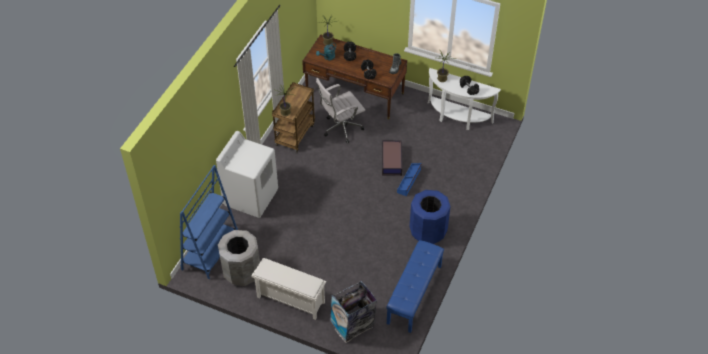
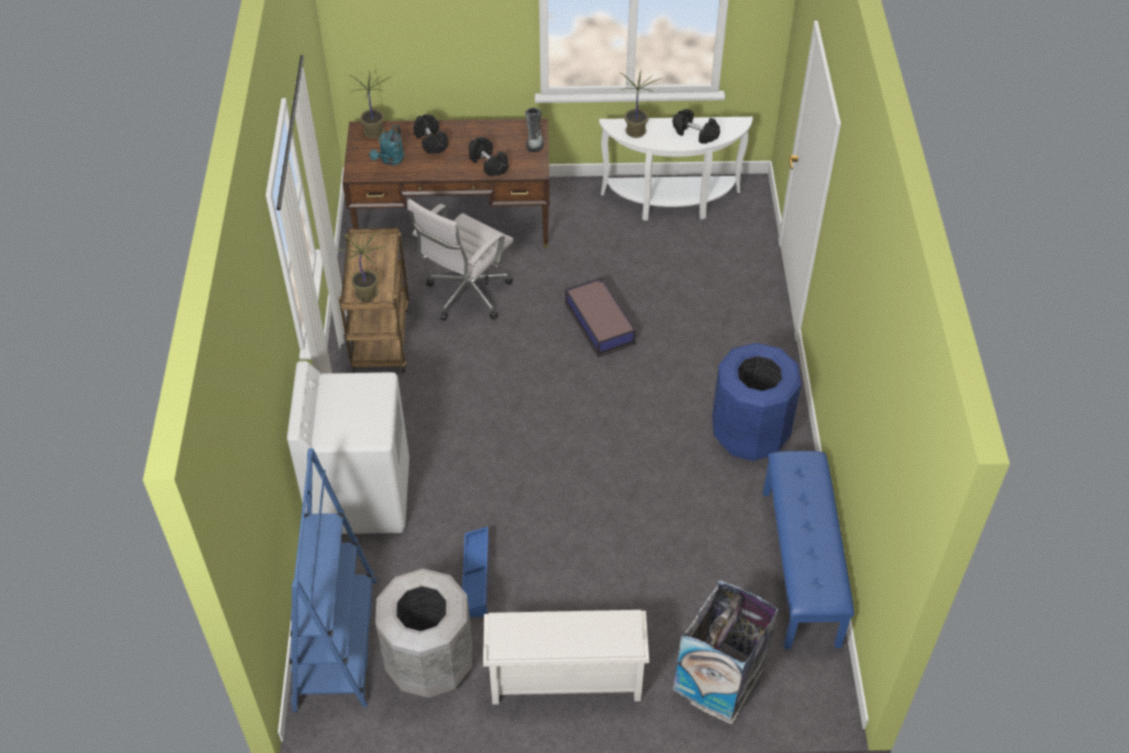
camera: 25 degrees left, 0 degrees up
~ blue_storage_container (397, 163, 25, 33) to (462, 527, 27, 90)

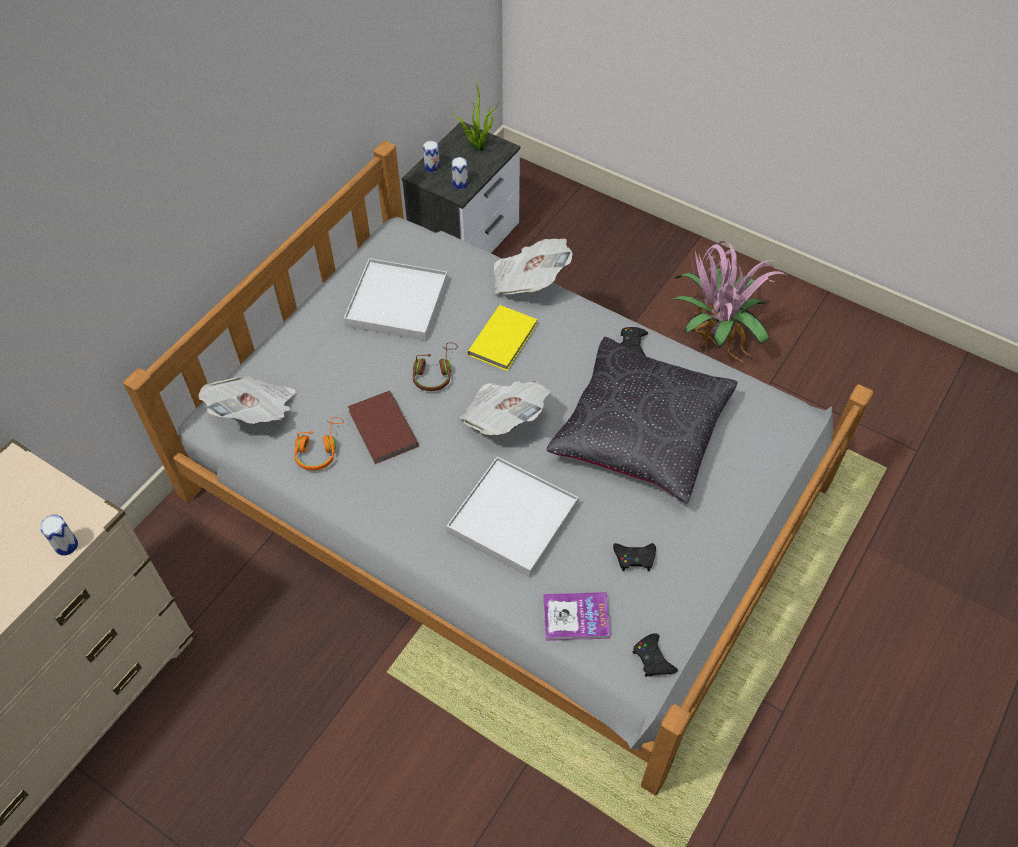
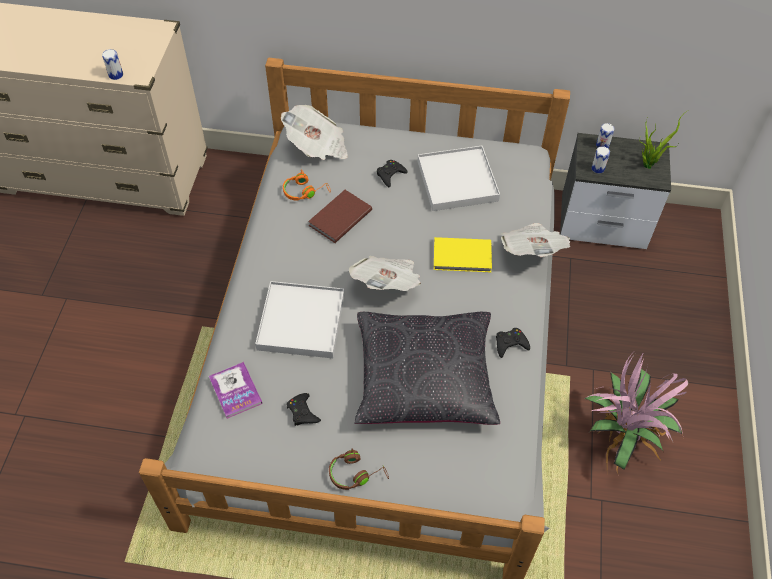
camera: 65 degrees right, 0 degrees up
~ brown-coloured_headset (413, 343, 45, 48) to (329, 449, 60, 41)
~ black_joypad (633, 633, 45, 44) to (377, 160, 31, 27)

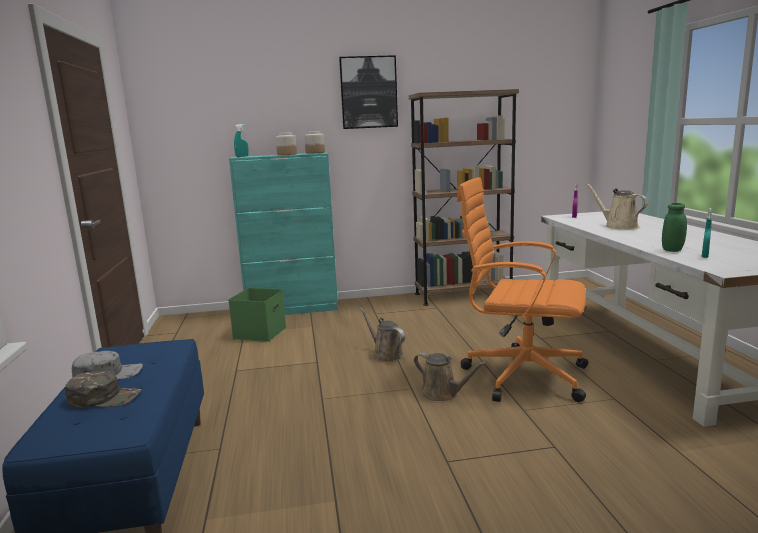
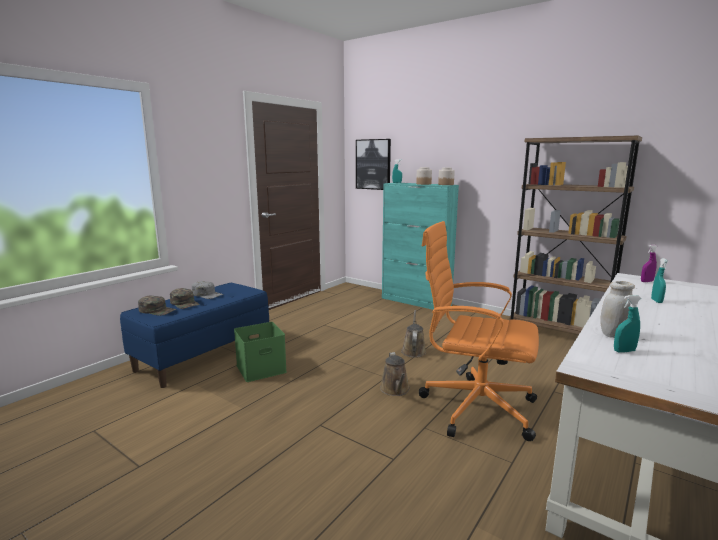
camera: 45 degrees right, 0 degrees up
~ wall_picture (339, 55, 59, 74) to (356, 139, 35, 51)
~ orangey_office_chair (457, 177, 131, 225) = (419, 221, 120, 220) 45 degrees counterclockwise
~ beige_watering_can (586, 183, 62, 46) to blue-green_spray_bottle (651, 258, 17, 45)
~ green_storage_jar (662, 203, 25, 49) to white-coloured_storage_jar (600, 281, 35, 57)
~ green_storage_container (228, 288, 58, 54) to (234, 322, 53, 60)
+ green_peaked_cap (138, 296, 38, 20)

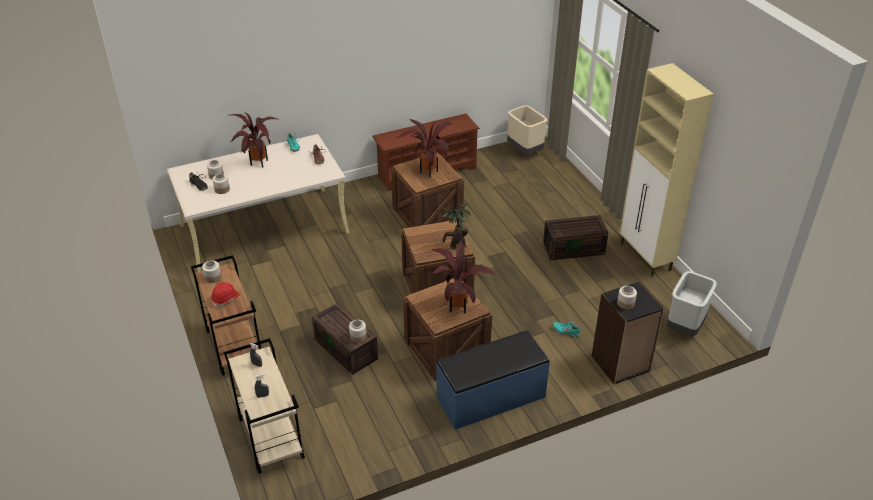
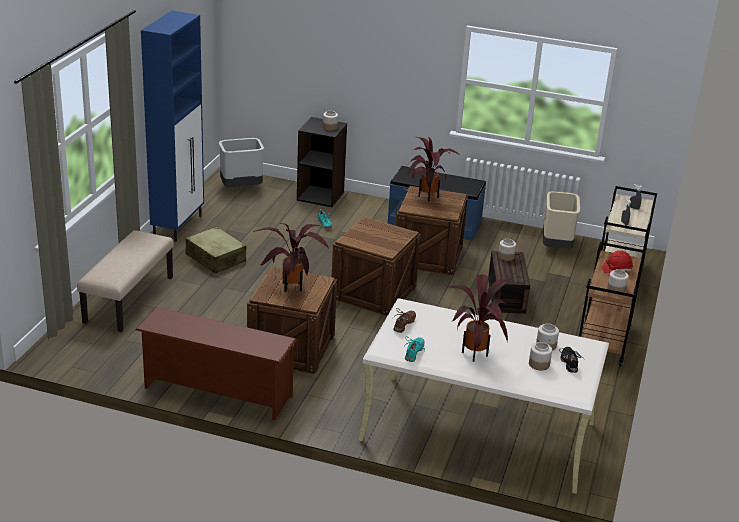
camera: 140 degrees left, 10 degrees down
~ beige_cabinet (620, 63, 94, 214) to blue_cabinet (141, 11, 63, 231)
~ beige_waste_bin (507, 105, 40, 50) to (543, 191, 37, 58)
- potted_plant (437, 202, 34, 47)
~ brown-coloured_storage_container (543, 215, 65, 45) to beige_suitcase (185, 227, 62, 46)
+ beige_long_seat (77, 230, 97, 102)

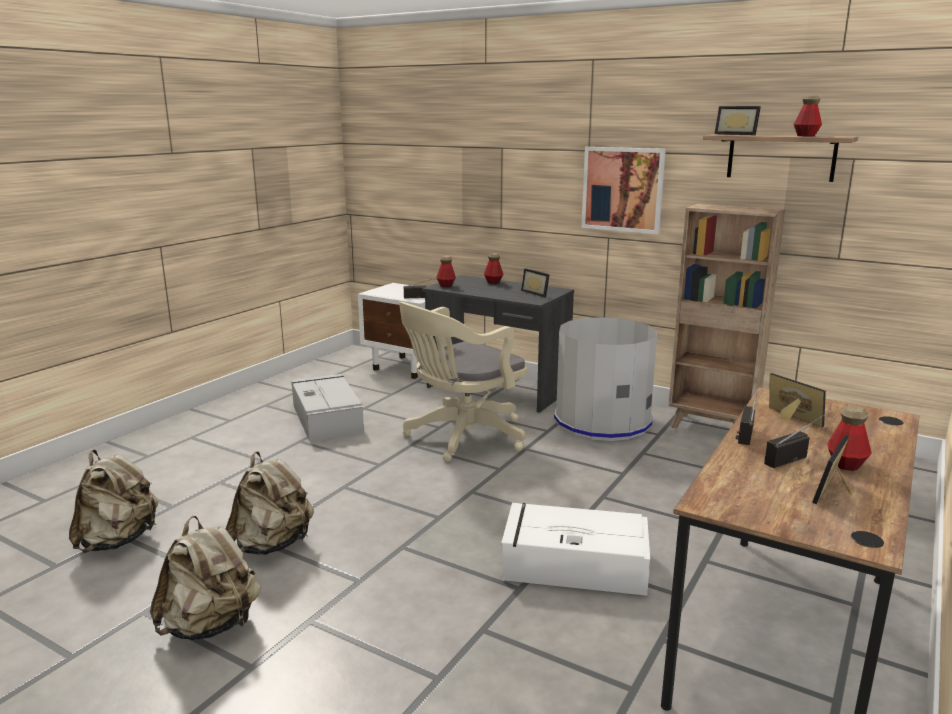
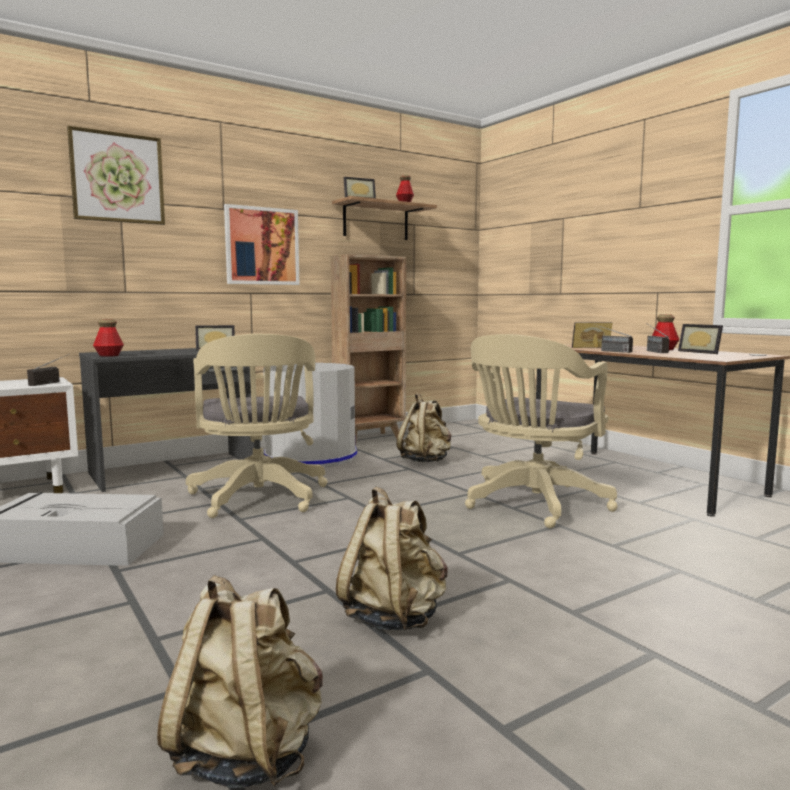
camera: 65 degrees left, 10 degrees down
- bottle (484, 253, 20, 31)
~ white-coloured_storage_container (501, 503, 149, 93) to beige_office_chair (465, 334, 153, 194)
~ beige_knapsack (150, 516, 110, 124) to (397, 393, 55, 69)
+ wall_picture (67, 126, 98, 99)

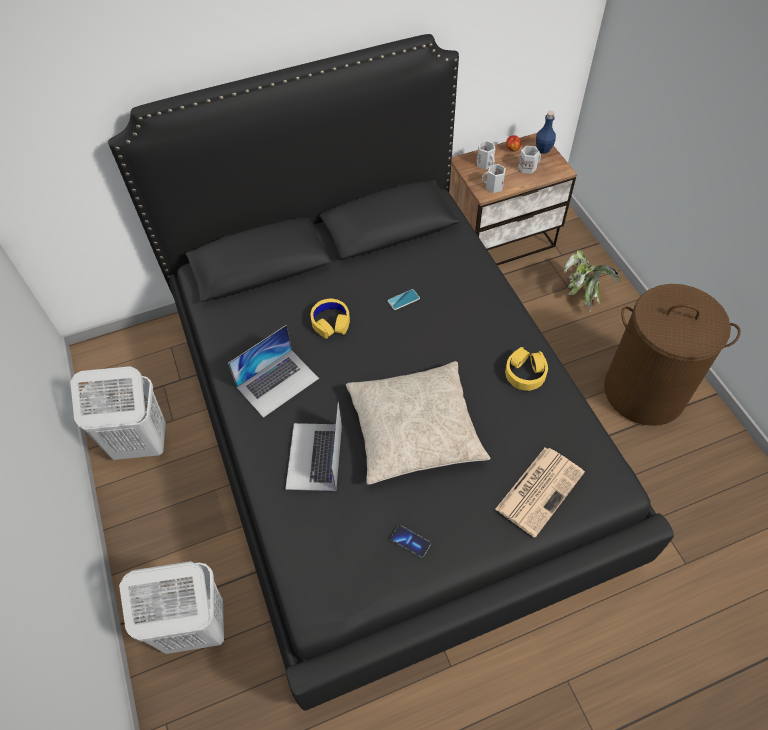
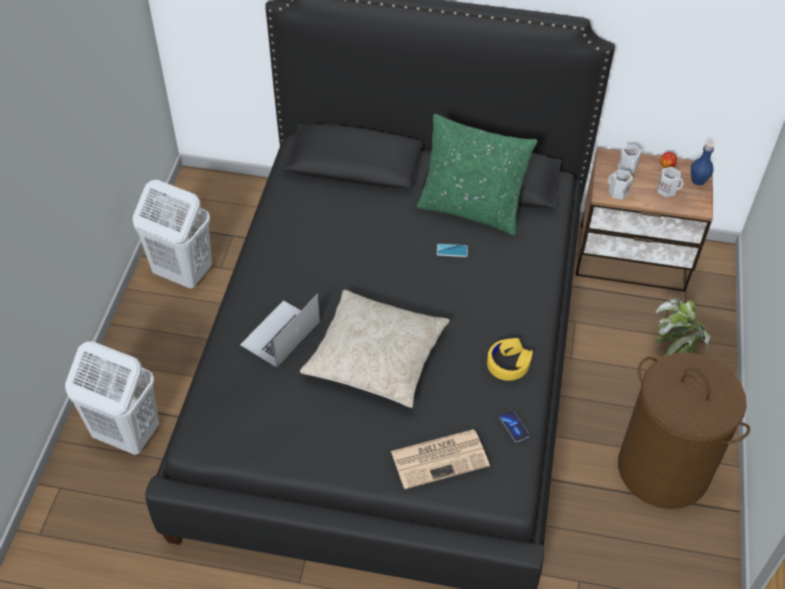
camera: 30 degrees right, 5 degrees down
- yellow_headset (310, 299, 40, 40)
- laptop (228, 325, 91, 93)
~ handset (391, 525, 40, 33) to (499, 410, 31, 32)
+ green_throw_pillow (417, 114, 120, 122)

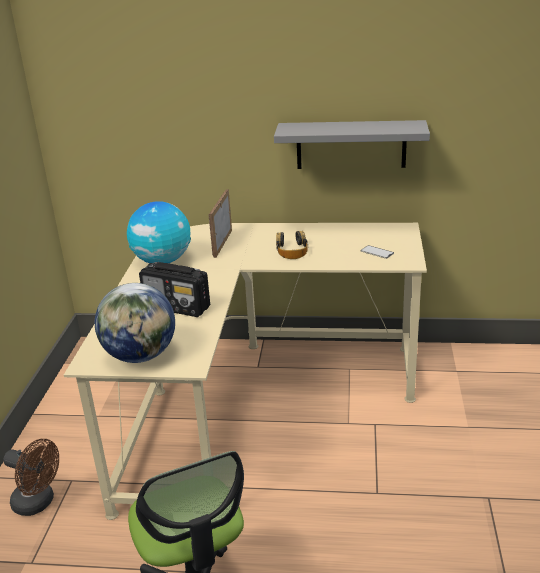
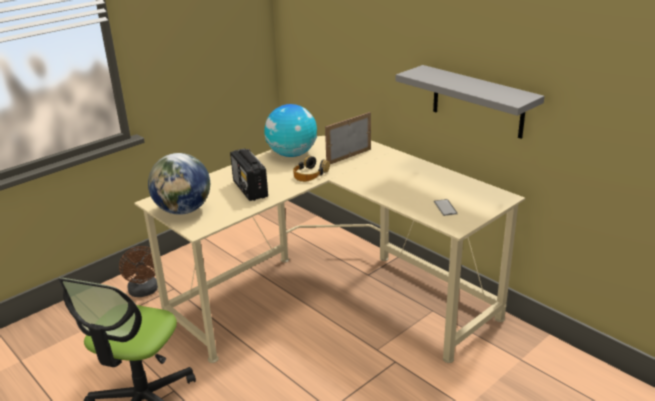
camera: 40 degrees right, 0 degrees up
~ headset (276, 231, 32, 28) to (293, 156, 37, 26)

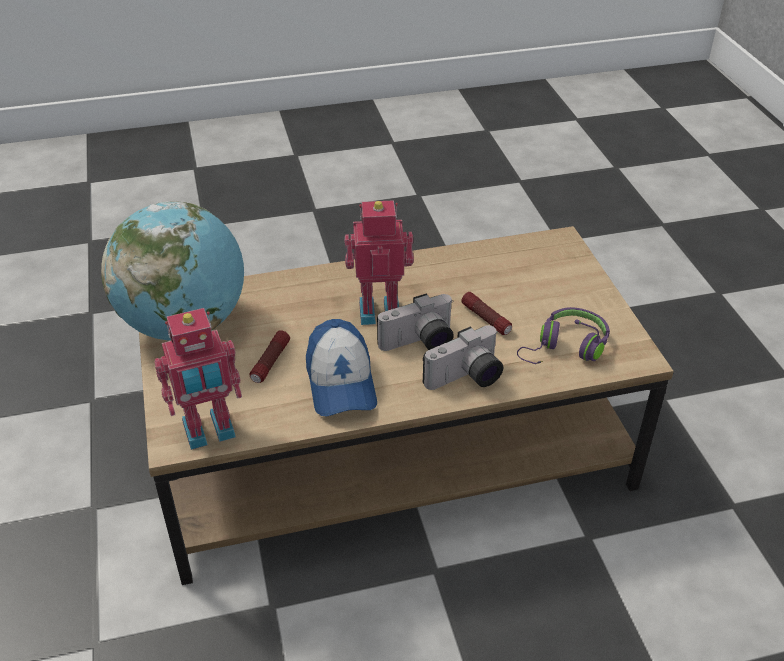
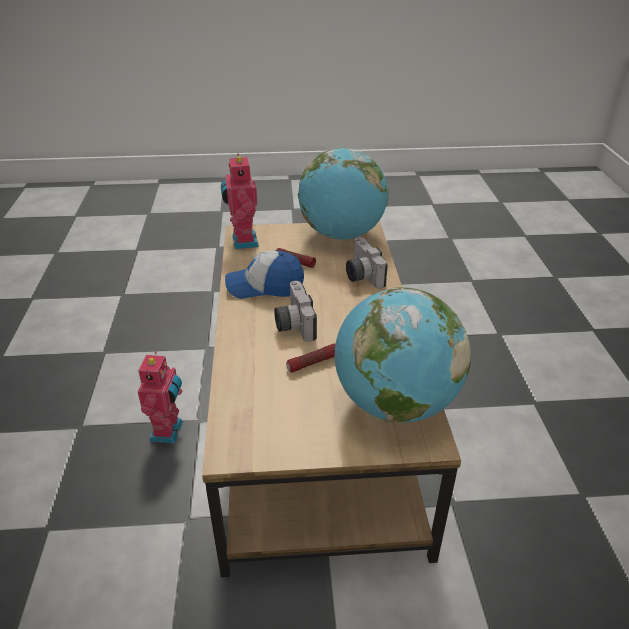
camera: 100 degrees right, 5 degrees down
~ robot_figure (344, 200, 70, 125) to (137, 351, 46, 92)
- purple_headset (517, 307, 93, 57)
~ photo_camera (423, 325, 80, 65) to (346, 237, 42, 52)
+ globe (335, 287, 136, 136)

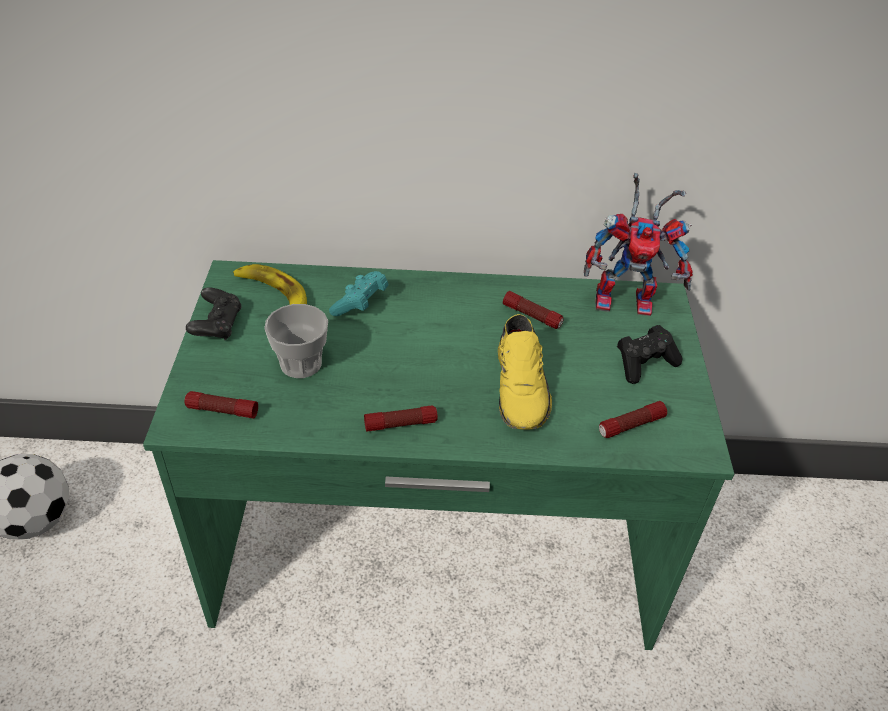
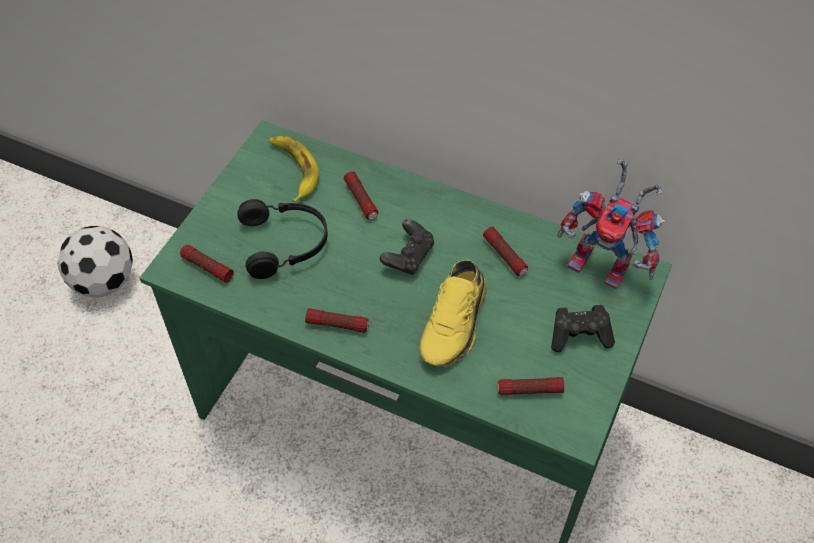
camera: 25 degrees right, 10 degrees up
~ blue-green_joypad (329, 271, 59, 45) to flashlight (344, 171, 34, 49)
~ black_joypad (186, 287, 56, 54) to (380, 219, 54, 56)
~ small_cup (264, 304, 64, 74) to black_headset (237, 199, 91, 80)

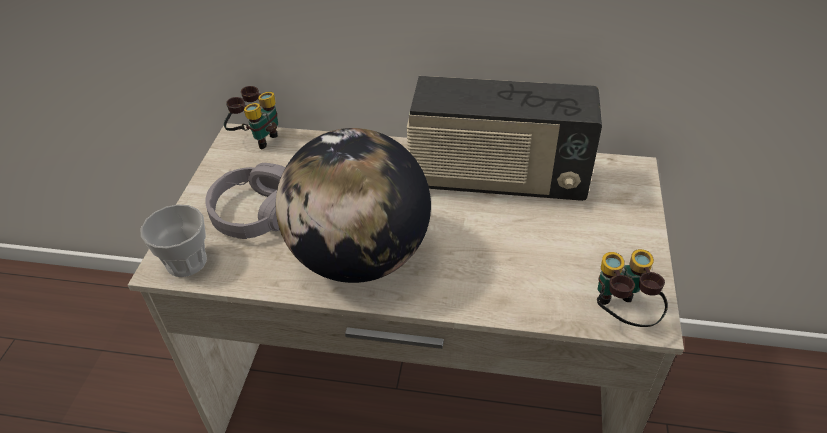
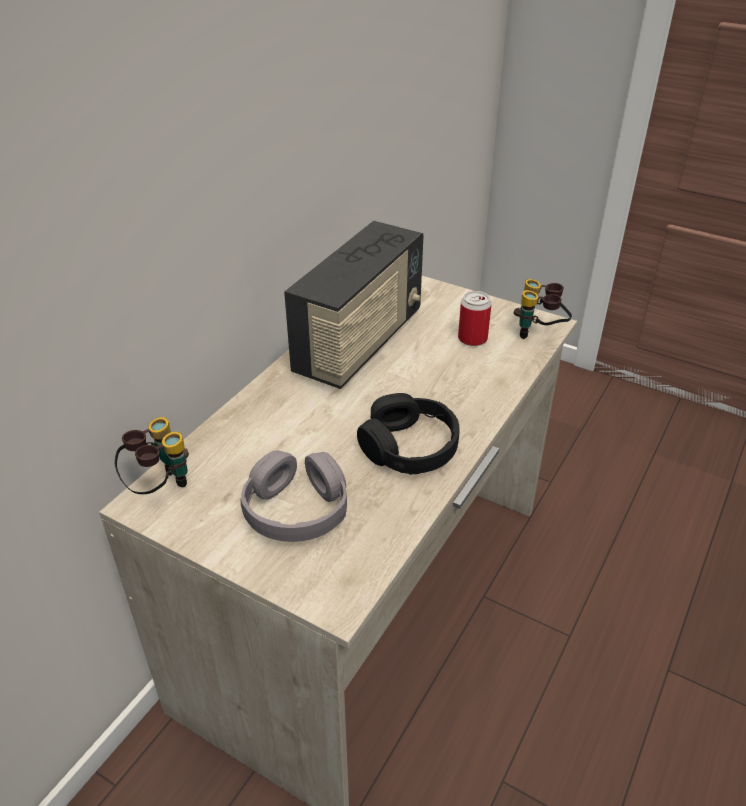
camera: 70 degrees left, 5 degrees down
~ globe (276, 128, 155, 155) to black_headset (357, 393, 102, 81)
- small_cup (141, 204, 66, 73)
+ metal_can (458, 291, 34, 55)

